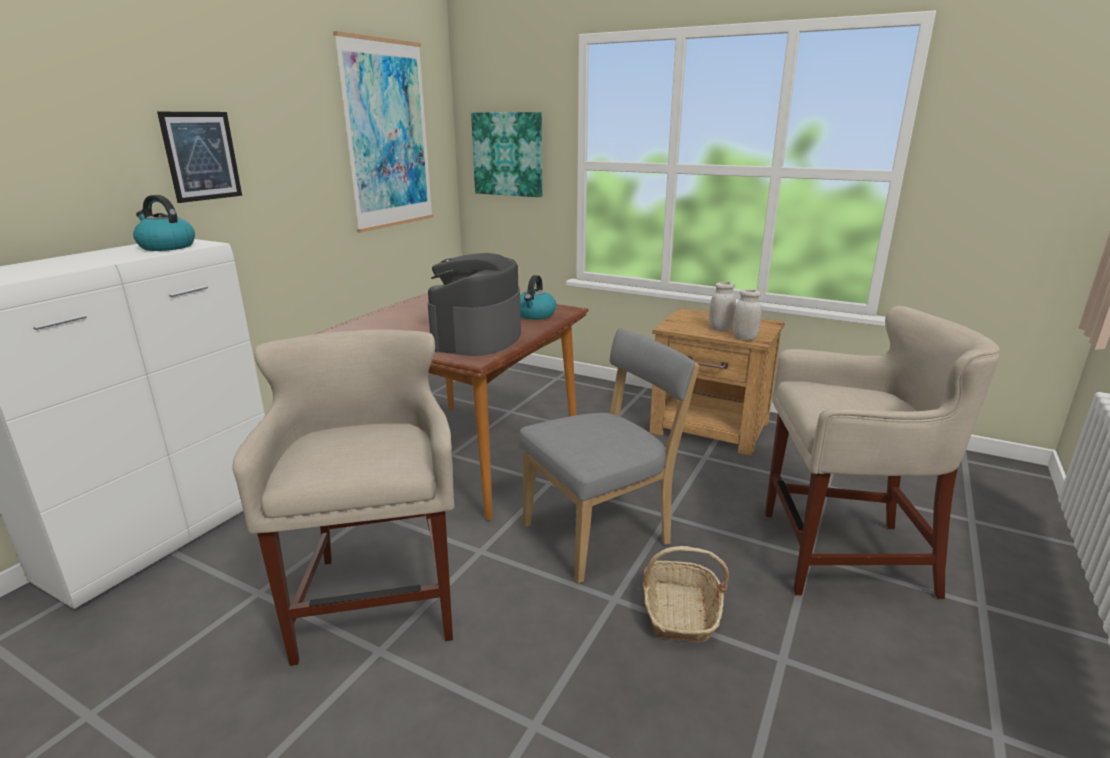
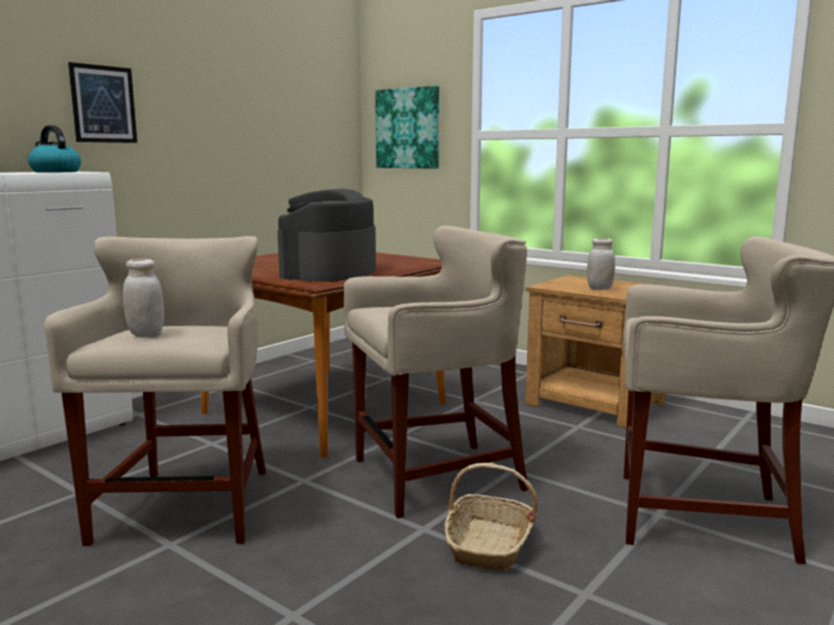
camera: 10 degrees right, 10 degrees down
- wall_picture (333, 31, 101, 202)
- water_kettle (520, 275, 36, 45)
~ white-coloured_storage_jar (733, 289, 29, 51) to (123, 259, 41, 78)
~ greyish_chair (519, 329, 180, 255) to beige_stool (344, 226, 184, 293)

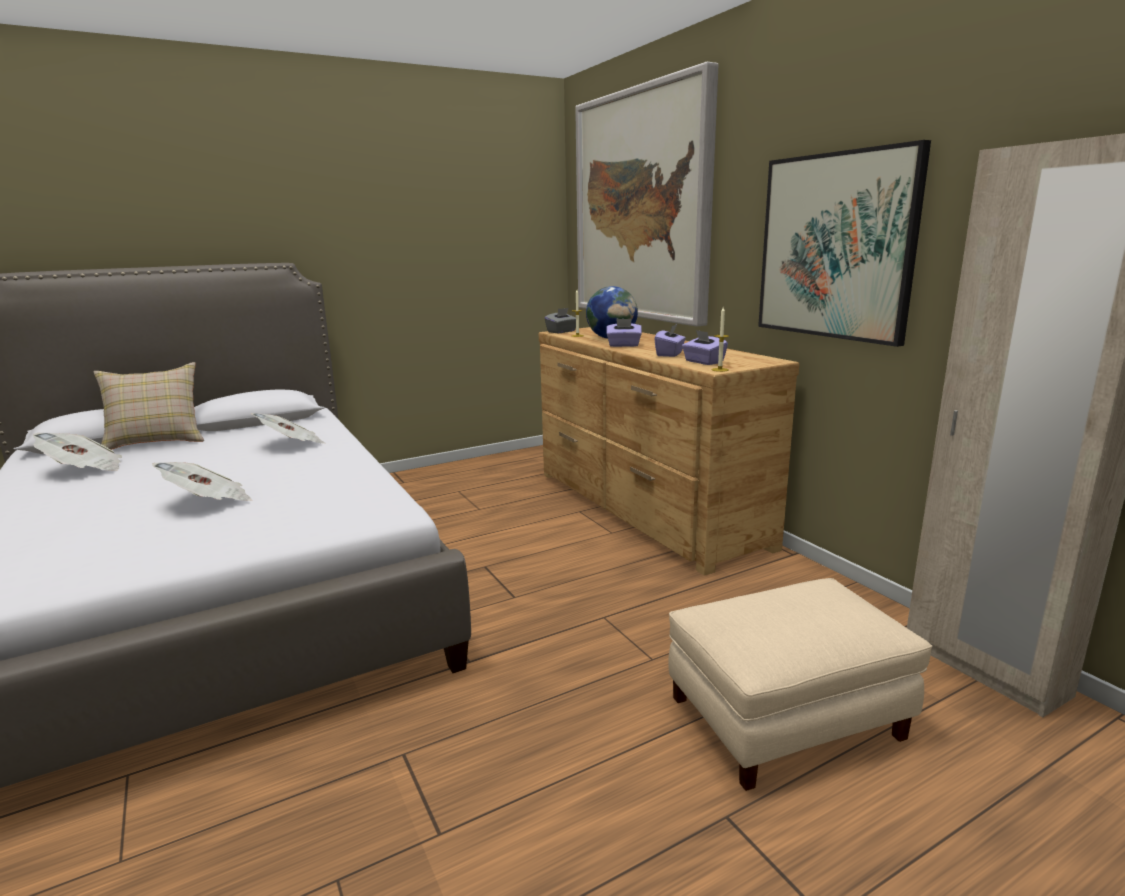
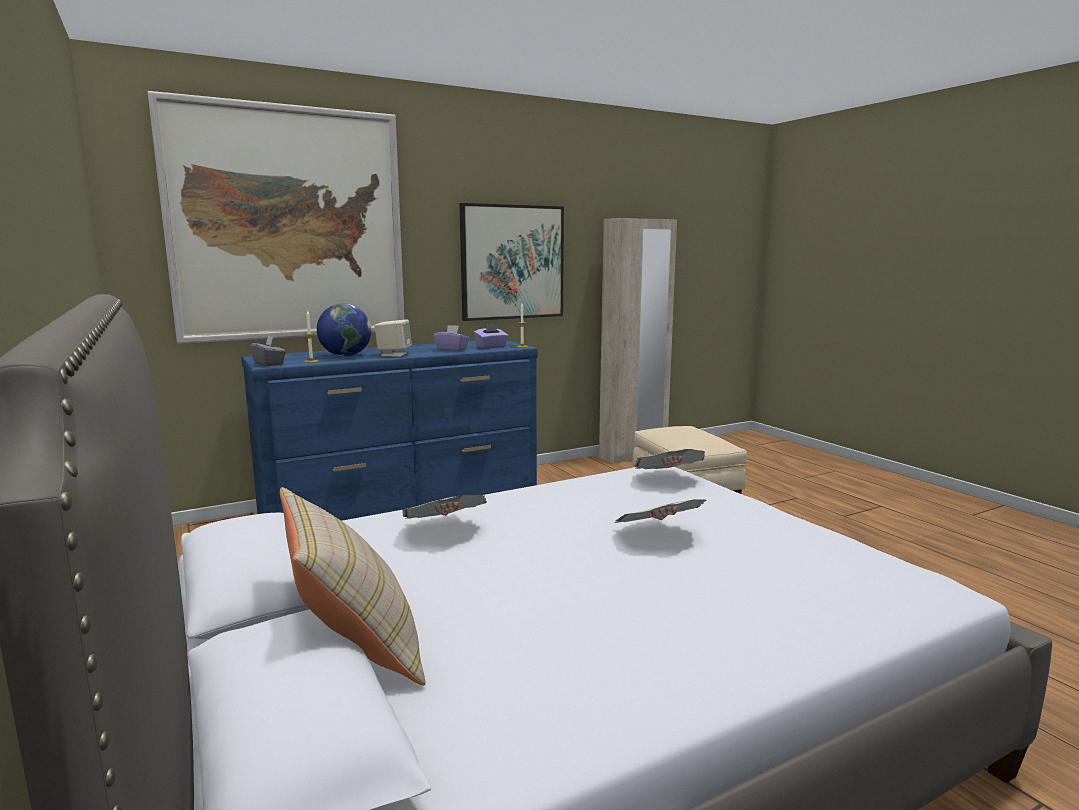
camera: 90 degrees left, 5 degrees down
~ purple_tissue_box (606, 319, 36, 28) to beige_speaker (375, 319, 37, 38)
~ brown-coloured_drawer_chest (539, 327, 260, 248) to blue_drawer_chest (241, 340, 297, 181)
~ newspaper (33, 433, 89, 38) to (635, 449, 70, 20)

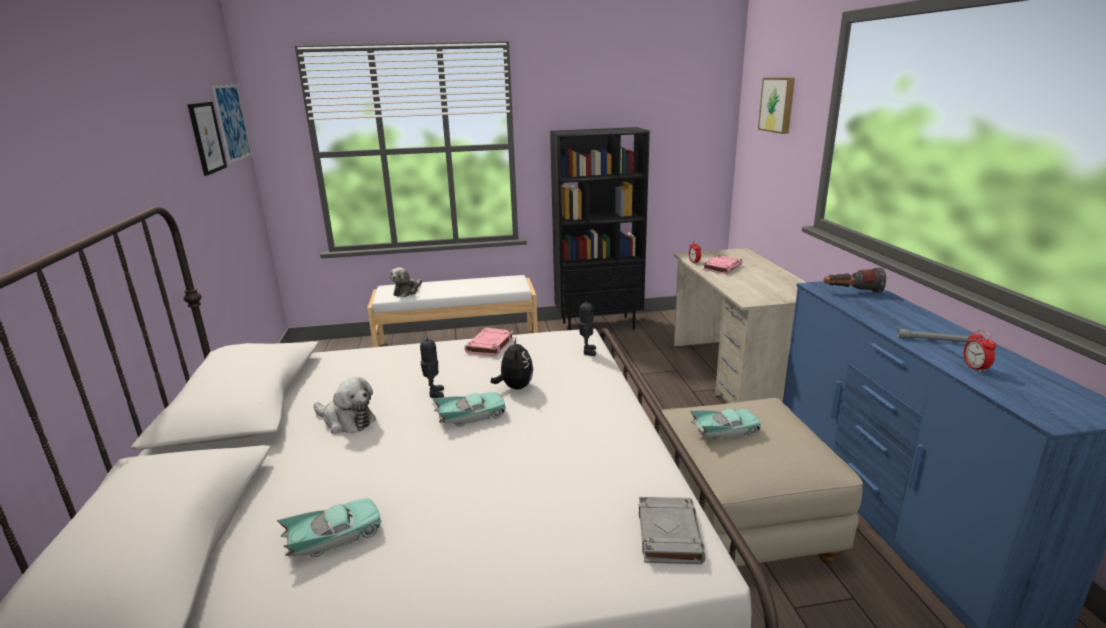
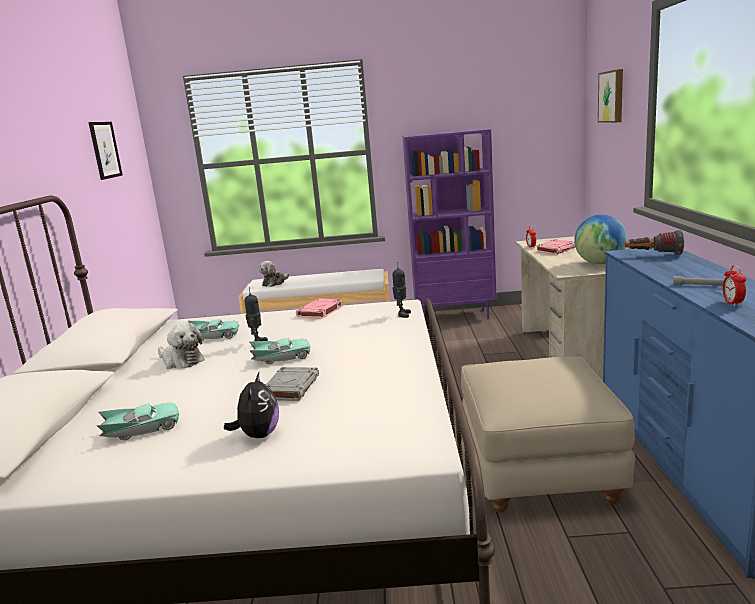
camera: 10 degrees right, 5 degrees down
- wall_picture (212, 85, 40, 79)
~ black_bookcase (550, 127, 100, 203) to purple_bookcase (402, 129, 95, 190)
~ soft_toy (491, 338, 42, 52) to (224, 372, 55, 66)
~ blue-green_miniature_car (690, 409, 71, 31) to (188, 319, 51, 22)
~ greyish_bound_book (639, 497, 67, 67) to (266, 367, 53, 34)
+ globe (574, 214, 53, 50)

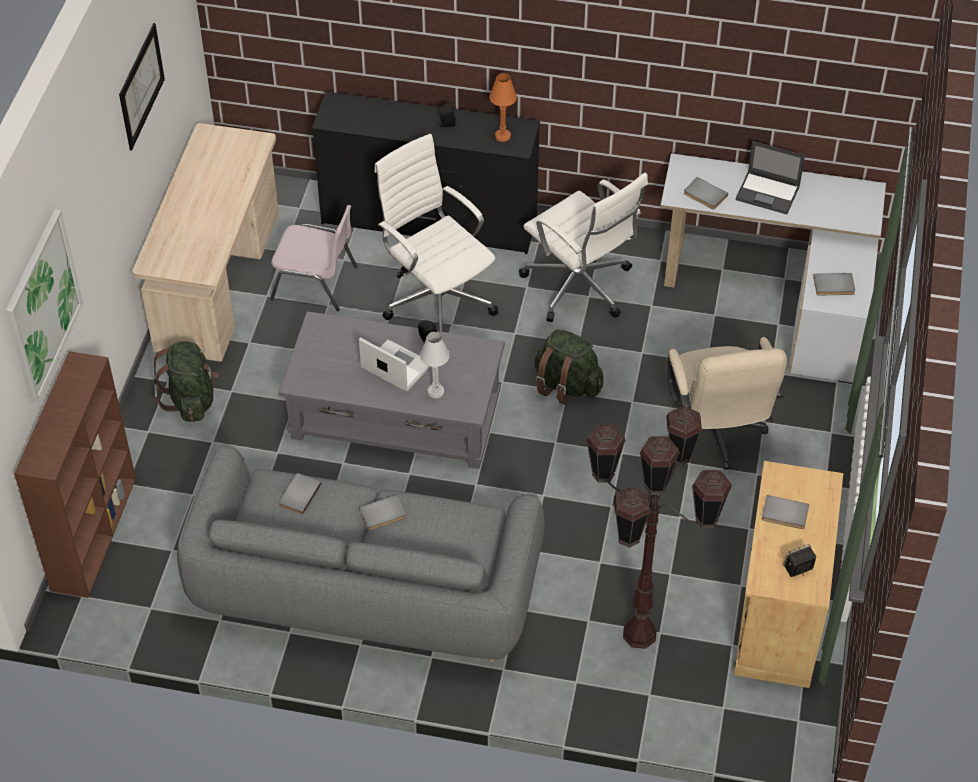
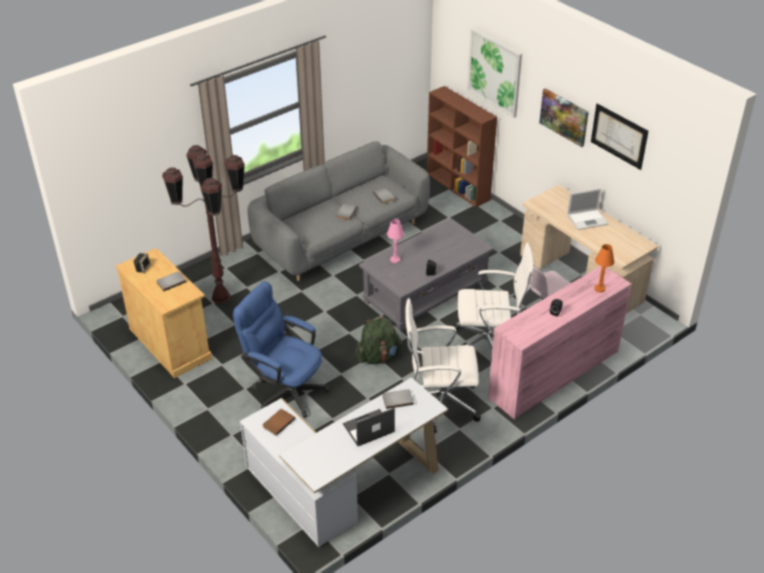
camera: 130 degrees right, 10 degrees down
~ orangey_tabletop_lamp (489, 73, 28, 69) to (594, 244, 20, 49)
~ black_drawer_chest (312, 91, 228, 163) to pink_drawer_chest (488, 266, 144, 153)
~ greyish_bound_book (813, 273, 42, 23) to brown-coloured_bound_book (263, 409, 32, 27)
~ white-coloured_tabletop_lamp (420, 332, 30, 67) to pink_tabletop_lamp (387, 219, 17, 44)
~ laptop (359, 337, 71, 54) to (567, 188, 42, 42)
~ beige_office_chair (668, 337, 119, 133) to blue_office_chair (233, 282, 96, 136)
- green_knapsack (152, 341, 67, 81)
+ wall_picture (539, 88, 50, 59)

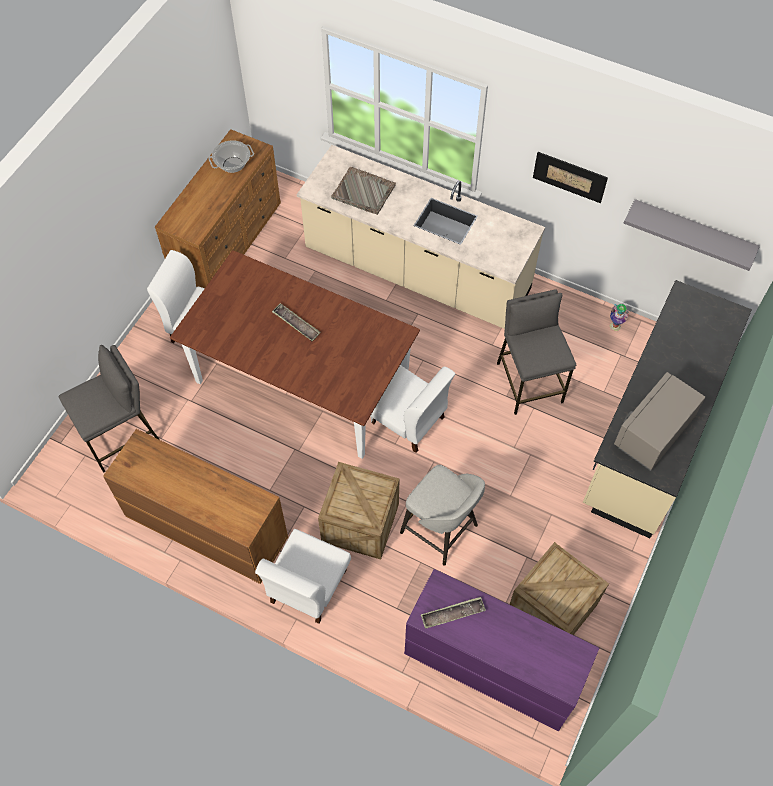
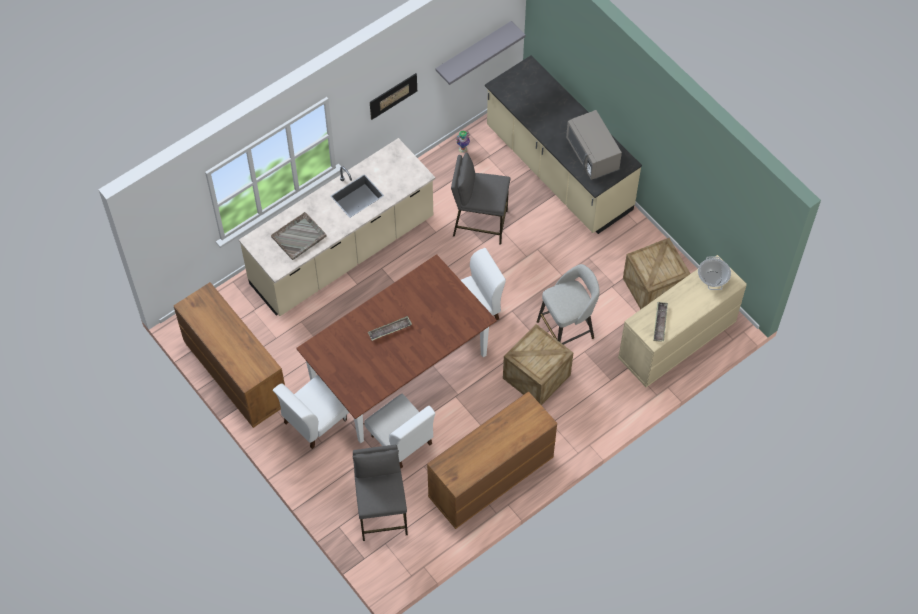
camera: 65 degrees left, 0 degrees up
~ stockpot (209, 140, 45, 33) to (698, 257, 33, 33)
~ white-coloured_chair (255, 529, 96, 95) to (364, 394, 71, 75)
~ purple_drawer_chest (404, 569, 195, 162) to beige_drawer_chest (618, 255, 129, 132)

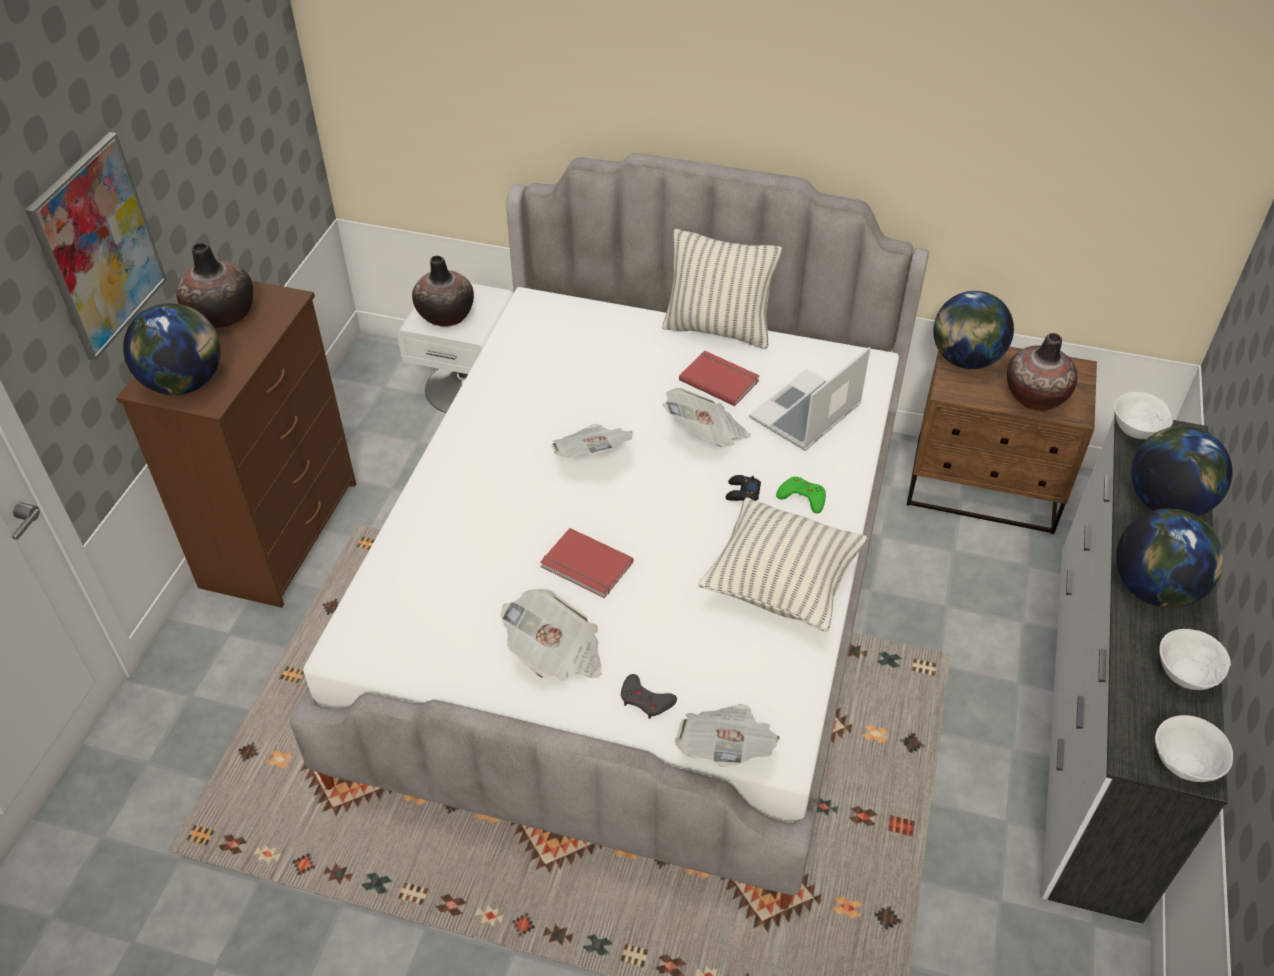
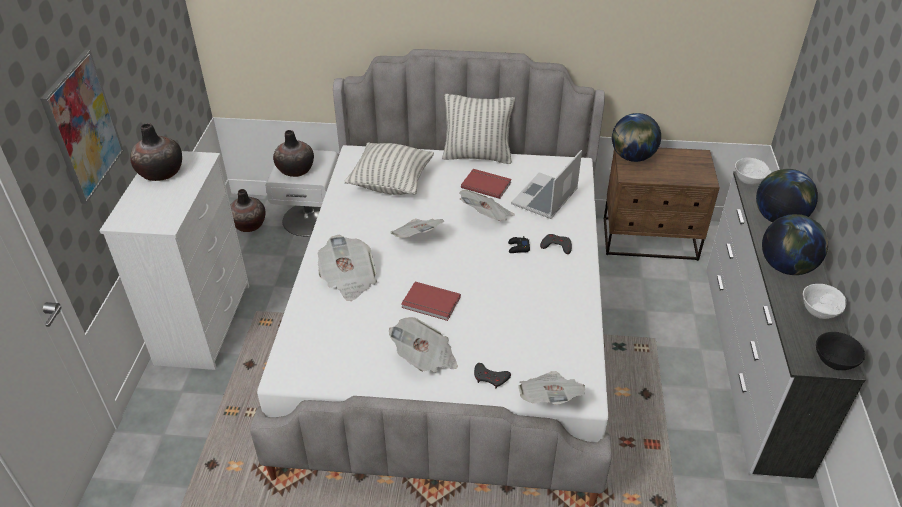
camera: 10 degrees left, 5 degrees down
~ brown-coloured_drawer_chest (116, 281, 240, 327) to white-coloured_drawer_chest (99, 151, 150, 219)
- globe (123, 303, 98, 92)
~ flower_vase (1007, 333, 70, 77) to (230, 189, 35, 43)
~ green_joypad (776, 477, 50, 37) to greyish_joypad (540, 234, 32, 20)
~ throw_pillow (698, 497, 169, 135) to (344, 142, 90, 53)
~ white-coloured_serving_bowl (1155, 715, 78, 67) to black_serving_bowl (816, 332, 49, 38)
+ newspaper (317, 235, 60, 66)

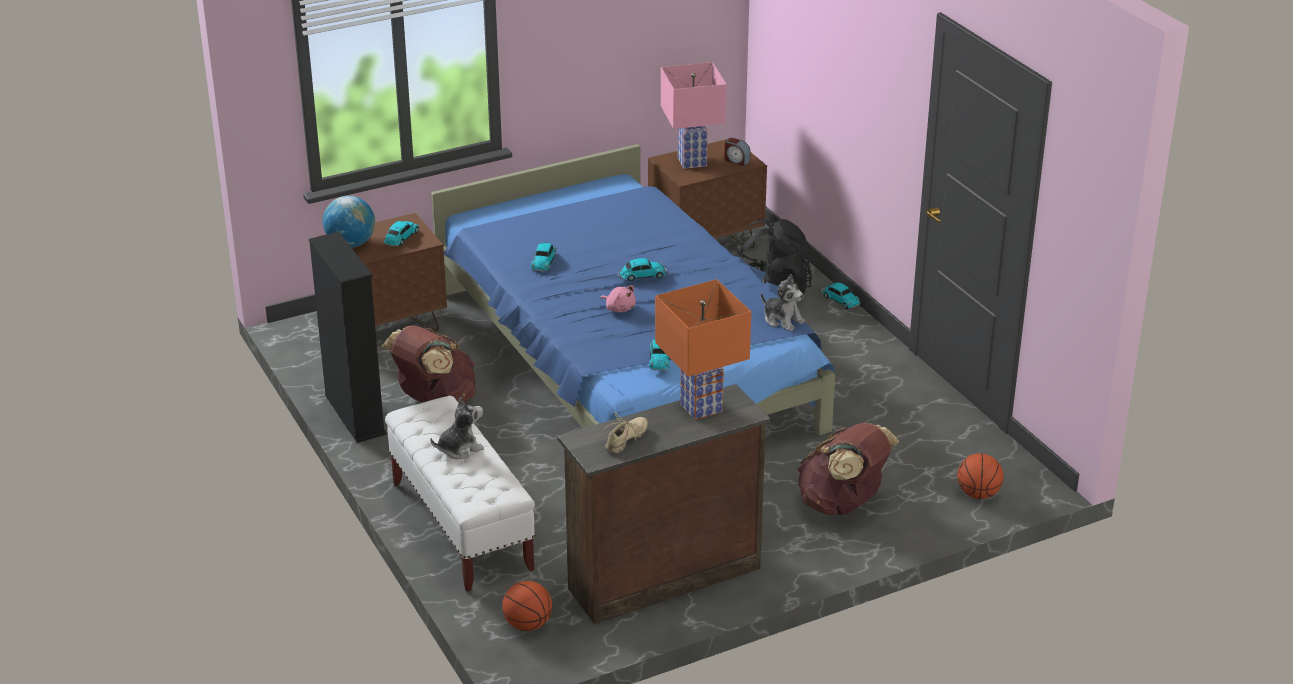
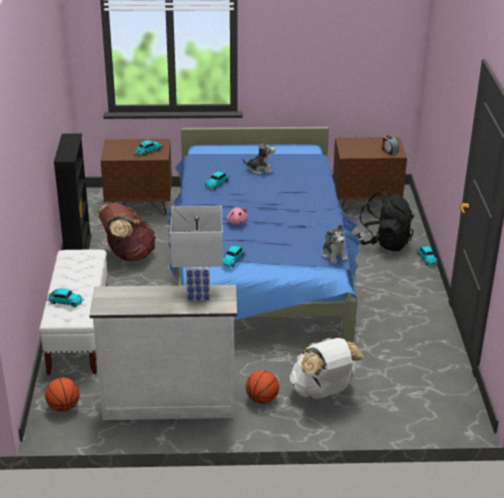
camera: 25 degrees right, 0 degrees up
- pink_tabletop_lamp (661, 62, 66, 107)
- globe (323, 196, 52, 52)
~ miniature_car (618, 258, 49, 23) to (46, 288, 38, 19)
~ orangey_tabletop_lamp (655, 279, 96, 141) to white-coloured_tabletop_lamp (170, 206, 53, 95)
~ brown-coloured_drawer_chest (558, 384, 212, 240) to white-coloured_drawer_chest (89, 285, 148, 135)
~ soft_toy (430, 397, 54, 62) to (243, 139, 32, 36)
- beige_low_shoe (605, 412, 43, 41)
~ brown-coloured_knapsack (797, 423, 102, 93) to white-coloured_knapsack (289, 338, 75, 61)
~ basketball (957, 453, 46, 46) to (246, 370, 33, 34)

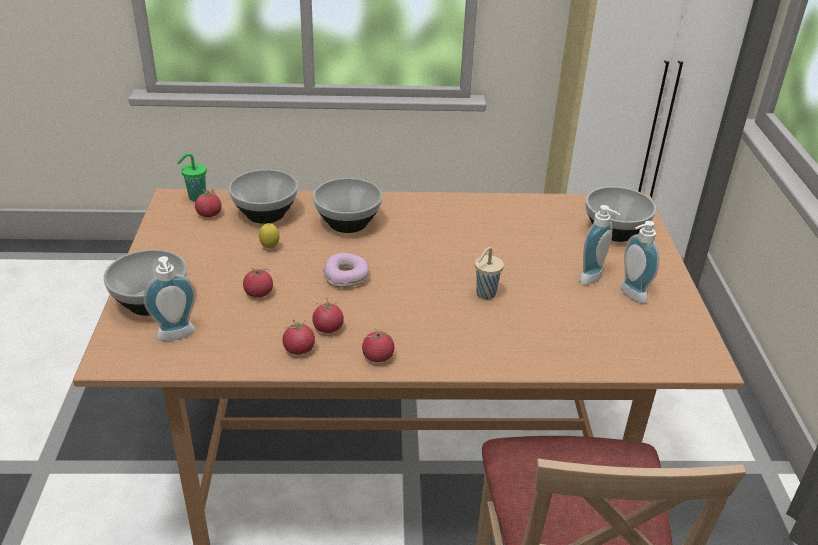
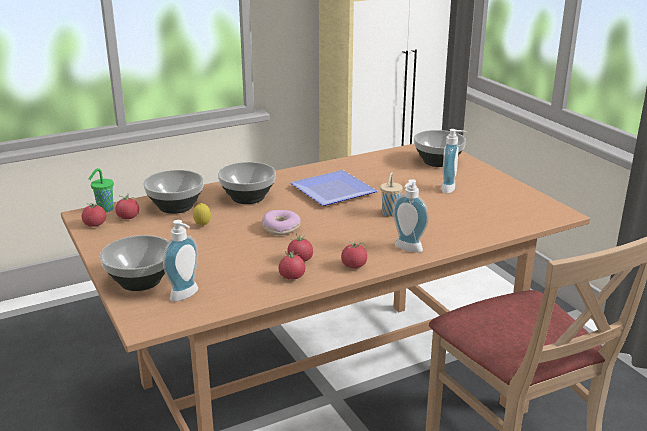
camera: 25 degrees left, 10 degrees down
~ soap_dispenser (620, 221, 39, 82) to (393, 179, 36, 74)
~ whole_tomato (243, 268, 30, 30) to (82, 202, 24, 25)
+ dinner_plate (290, 170, 88, 36)

